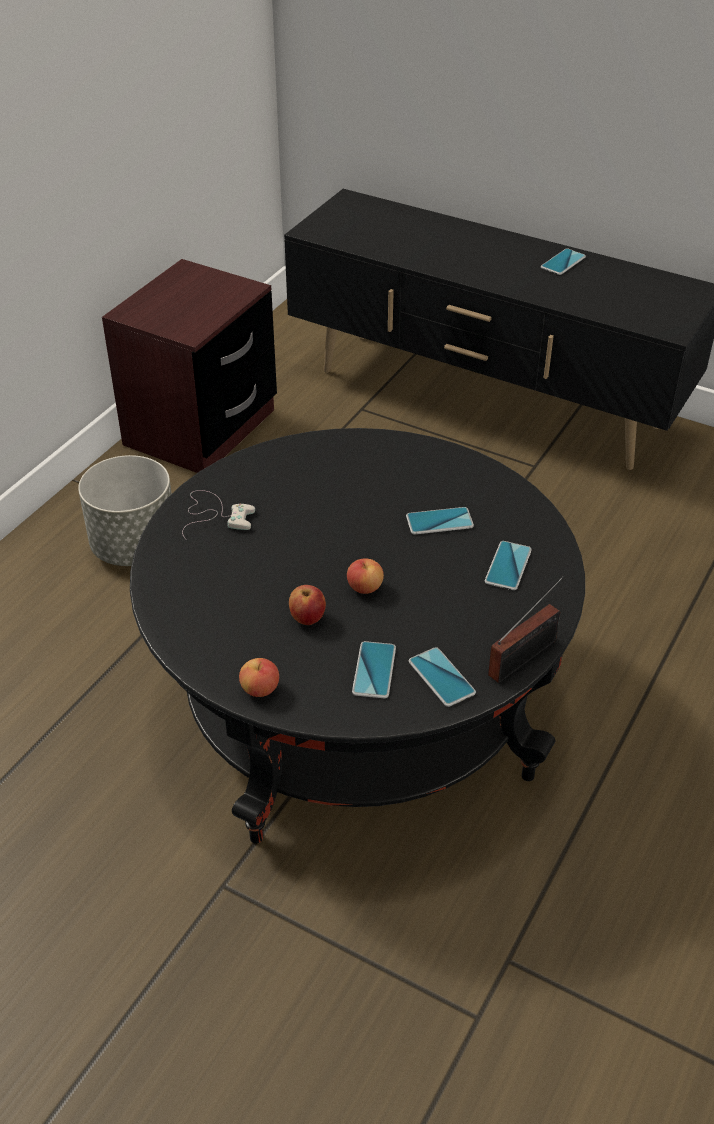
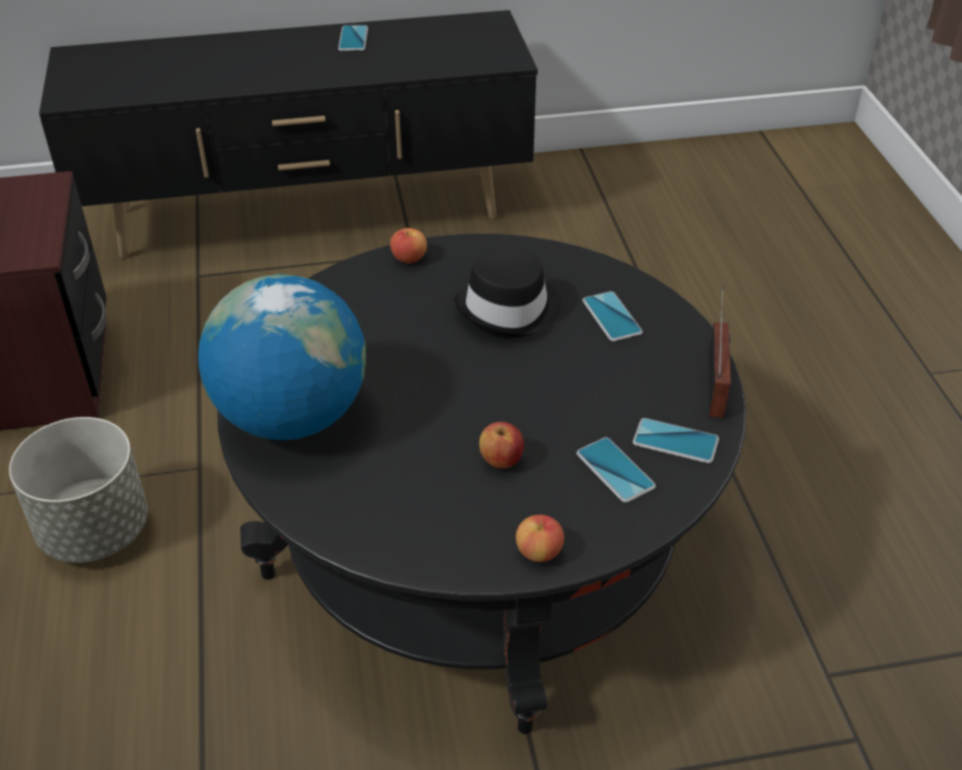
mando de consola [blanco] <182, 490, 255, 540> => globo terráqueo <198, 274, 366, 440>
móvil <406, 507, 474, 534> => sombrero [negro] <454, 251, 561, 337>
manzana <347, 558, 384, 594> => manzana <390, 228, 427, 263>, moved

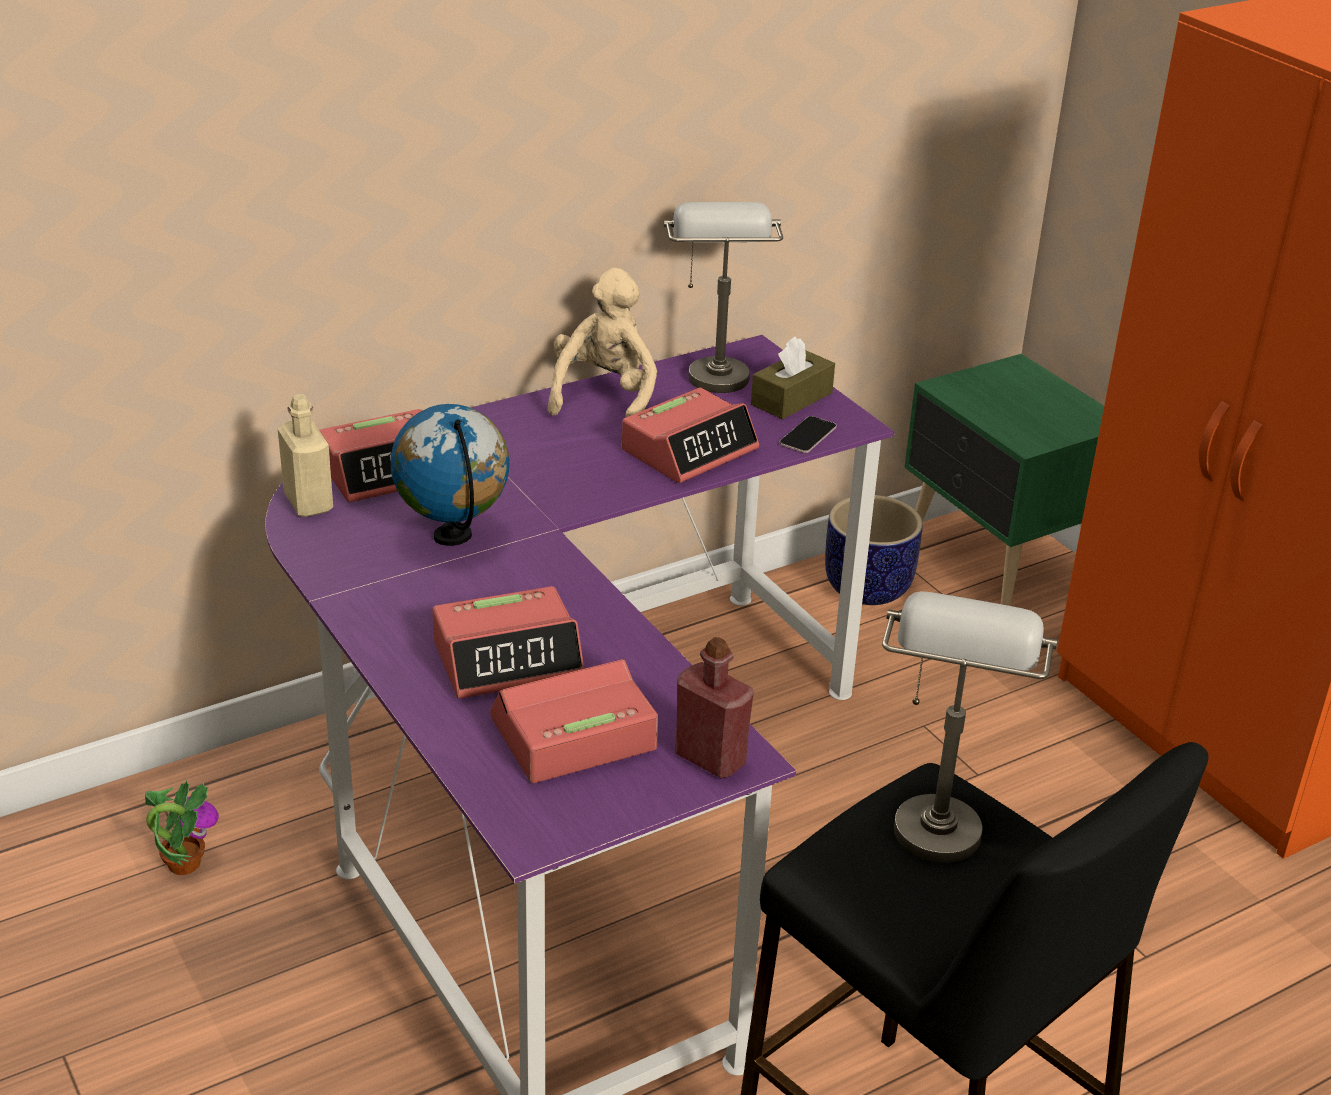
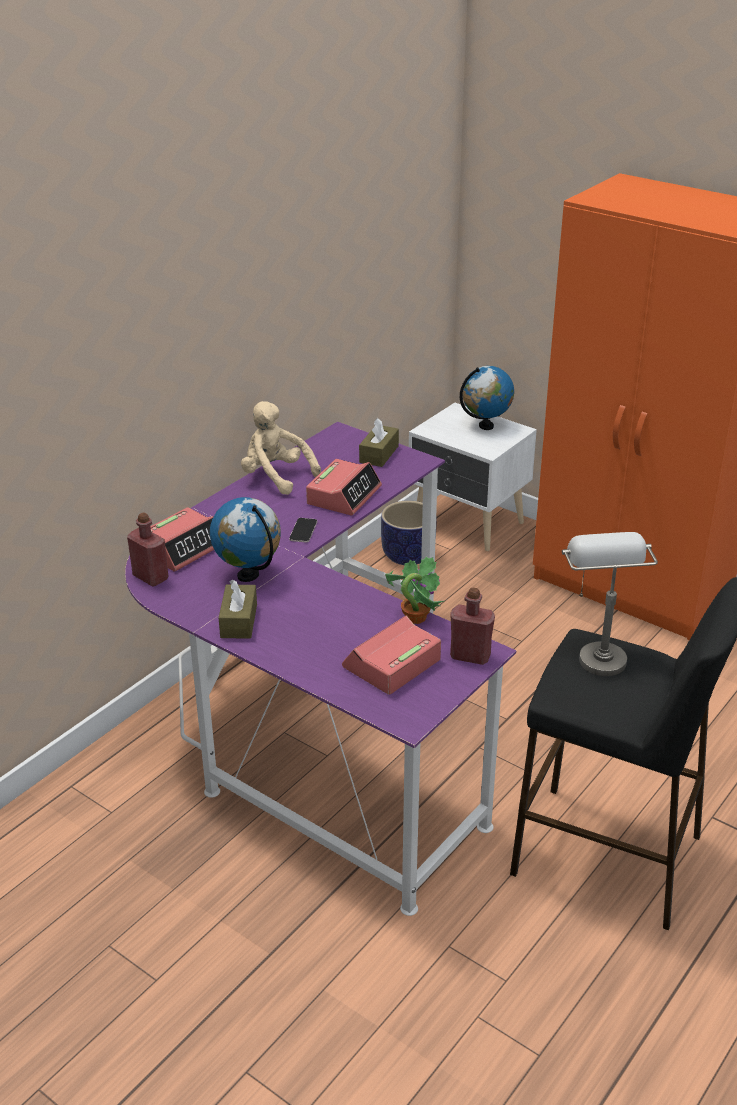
lámpara de mesa [gris] <664, 202, 783, 393> => nothing
peluche [beis] <548, 268, 657, 418> => peluche [beis] <241, 401, 321, 495>, 45 degrees counterclockwise
mesita de noche [verde] <904, 354, 1104, 606> => mesita de noche [blanco] <409, 403, 537, 551>
botella [beis] <278, 394, 333, 517> => botella [rojo] <127, 512, 168, 587>
móvil <780, 416, 837, 453> => móvil <289, 518, 317, 543>, moved
despertador <432, 586, 584, 699> => nothing
planta en maceta <145, 781, 219, 875> => planta en maceta <385, 556, 444, 624>, moved
nothing => globo terráqueo <460, 366, 514, 430>
nothing => caja de pañuelos [marrón] <219, 580, 257, 639>

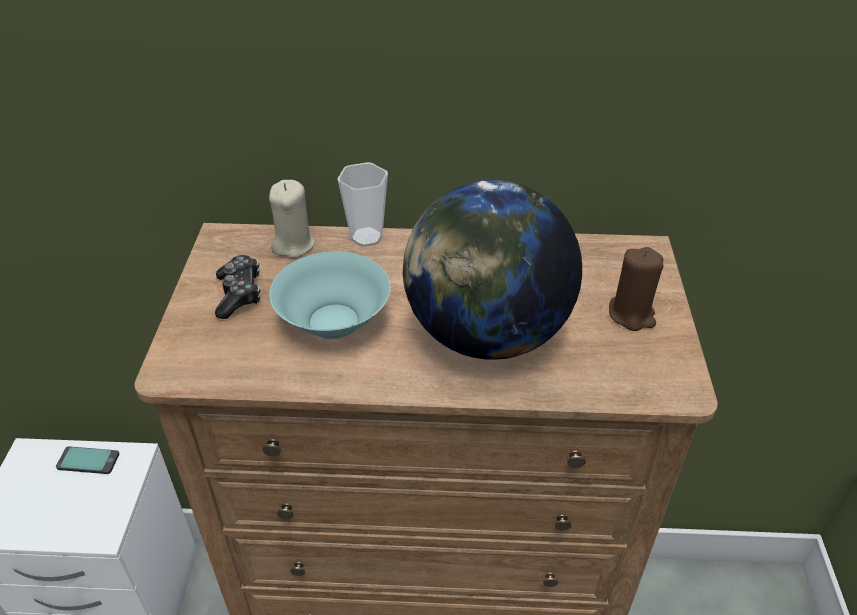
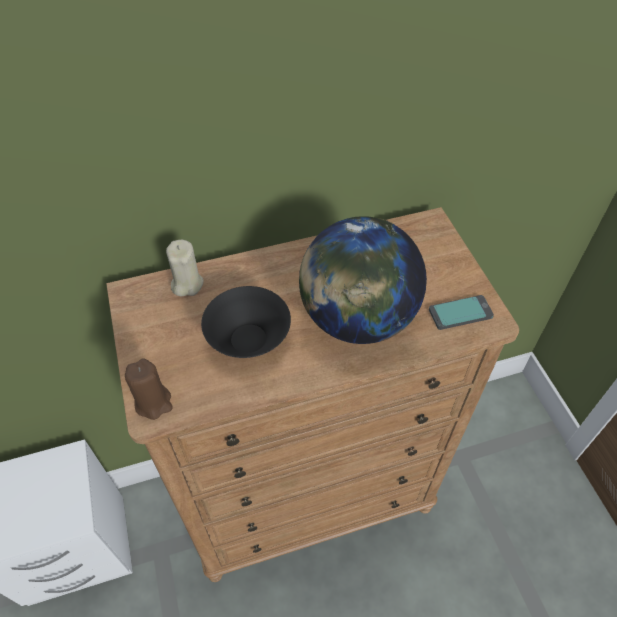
taza <337, 162, 388, 247> => nothing
vela [marrón] <609, 247, 664, 331> => vela [marrón] <125, 358, 173, 420>, moved
cuenco [turquesa] <270, 252, 391, 339> => cuenco [negro] <201, 286, 291, 358>
mando de consola <215, 255, 261, 319> => nothing
móvil <56, 446, 120, 474> => móvil <429, 295, 494, 330>, moved

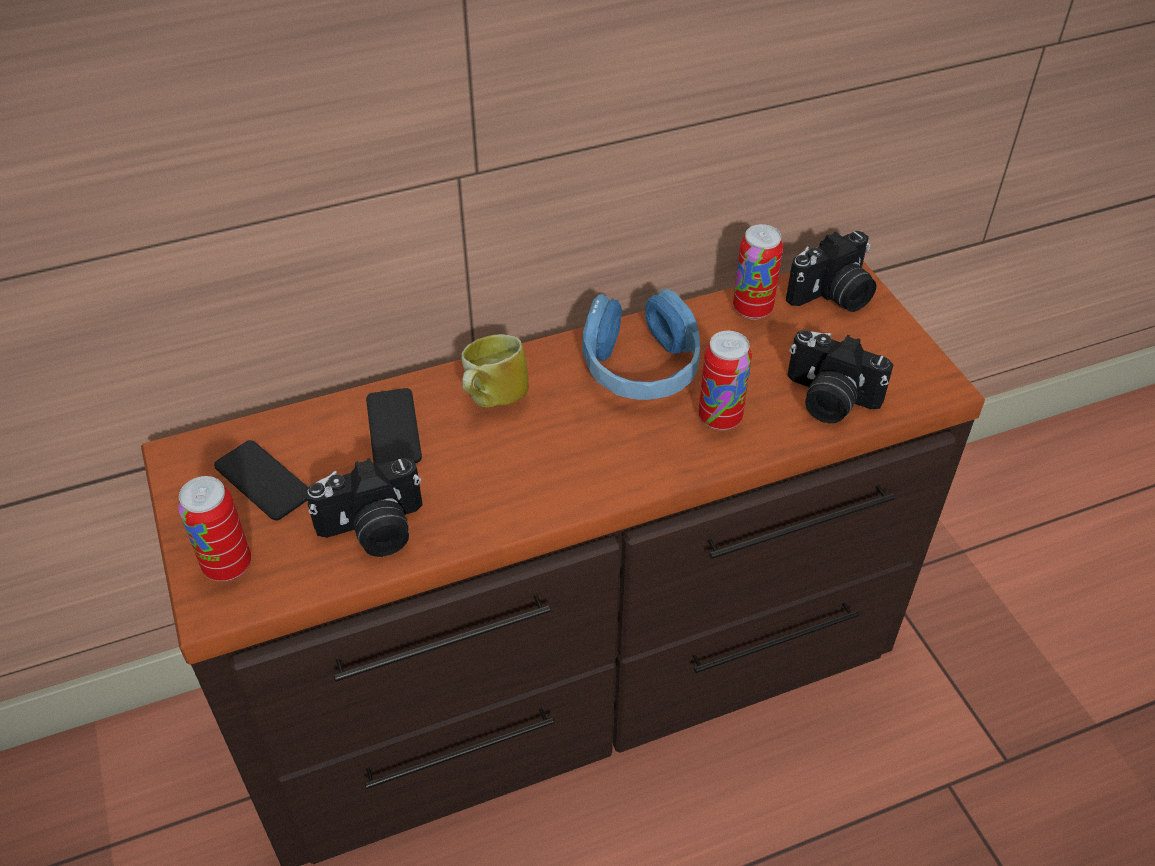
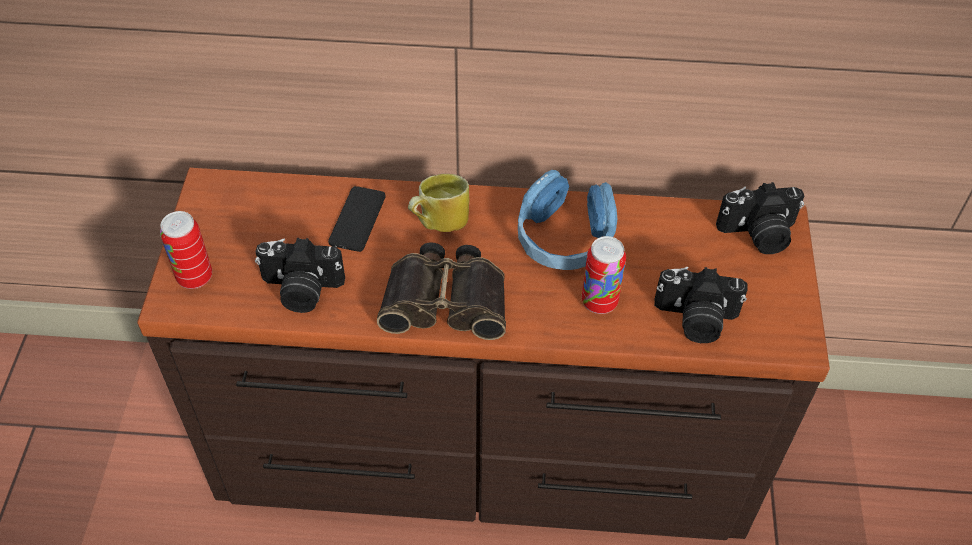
lata <733, 224, 783, 320> => nothing
cámara <787, 330, 894, 423> => cámara <654, 267, 748, 343>, 45 degrees counterclockwise
móvil <214, 440, 308, 521> => nothing
nothing => prismáticos <377, 242, 506, 340>

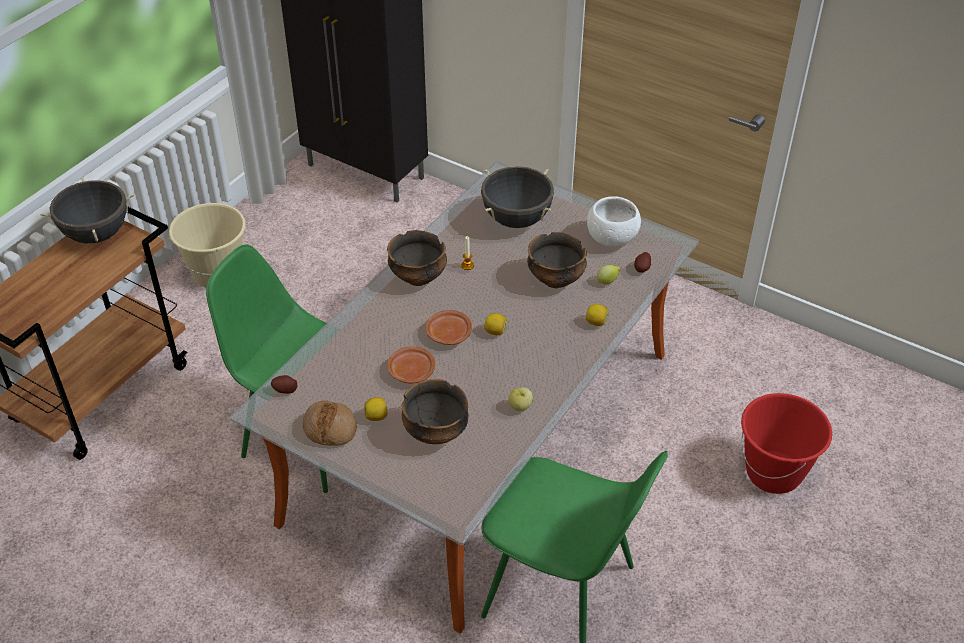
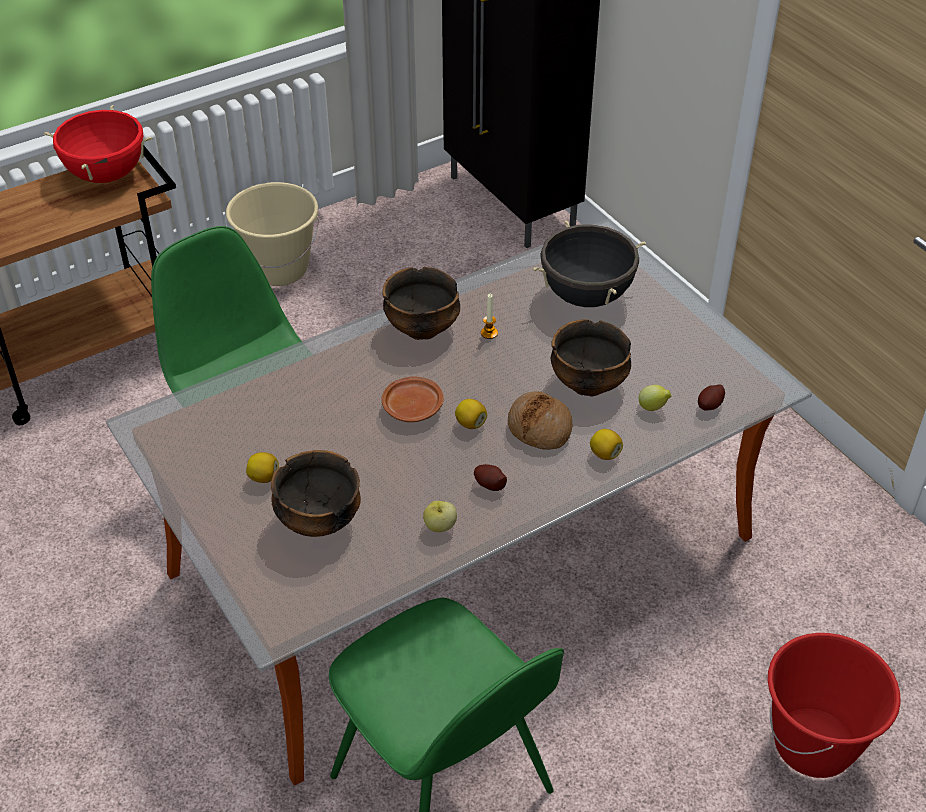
olla [negro] <40, 177, 135, 243> => olla [rojo] <44, 105, 152, 183>
cuenco [blanco] <587, 196, 641, 247> => nothing
plato [marrón] <387, 346, 435, 383> => nothing
patata <271, 375, 297, 394> => patata <474, 464, 507, 491>, moved
pan <303, 400, 357, 446> => pan <508, 391, 572, 450>, moved

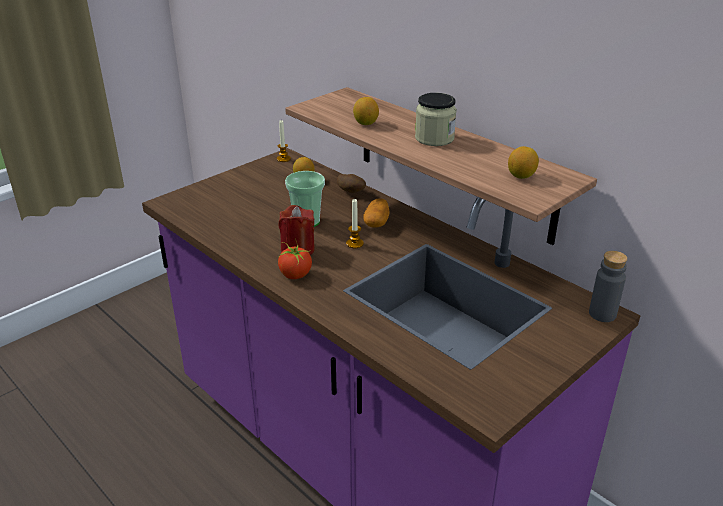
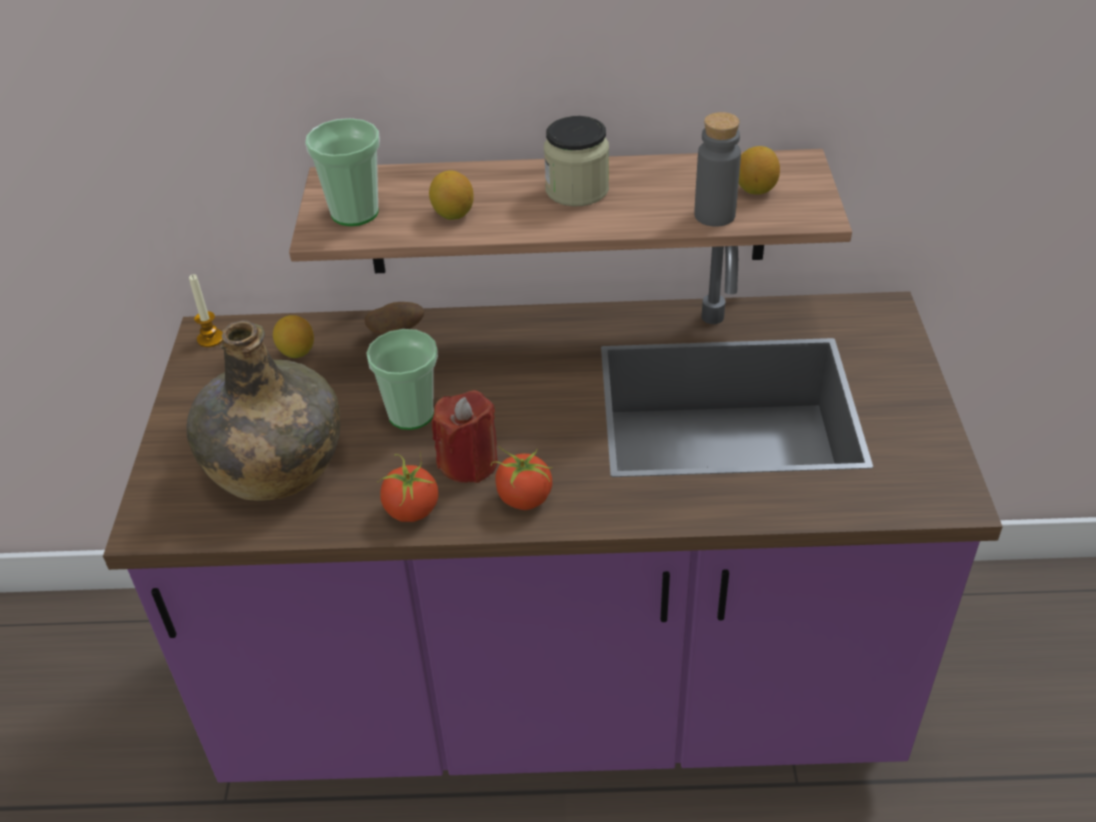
vela <346, 199, 364, 249> => nothing
patata <363, 199, 390, 228> => nothing
botella [gris] <589, 251, 628, 322> => botella [gris] <694, 112, 741, 227>, moved
nothing => taza <305, 118, 380, 226>
nothing => botella [verde] <186, 320, 340, 501>
nothing => tomate <379, 452, 438, 522>

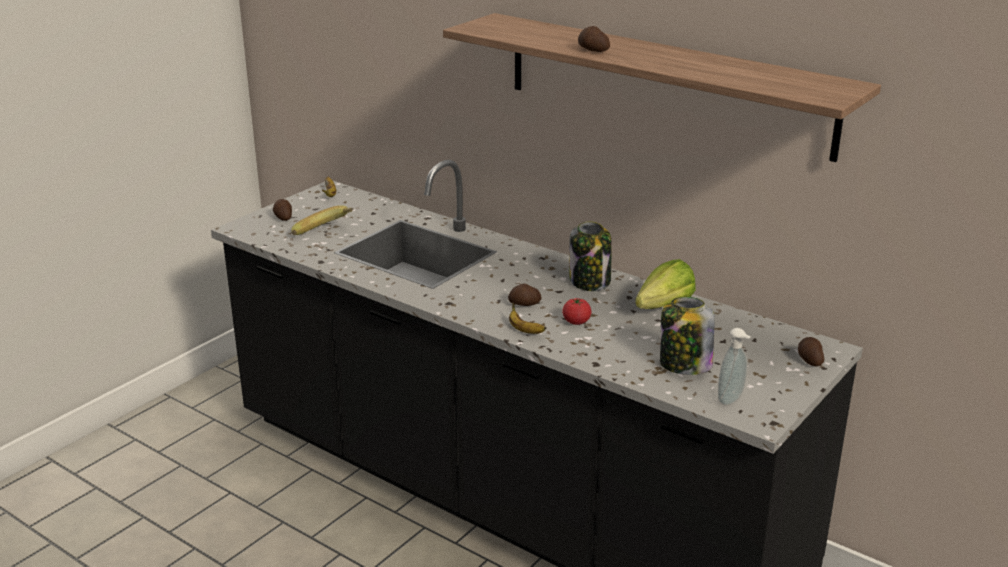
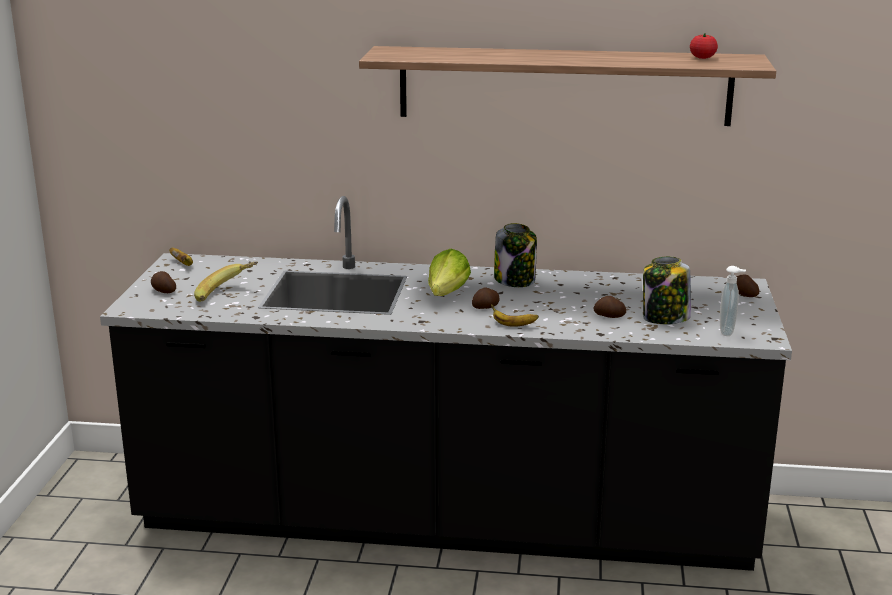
patata <578, 26, 610, 52> => patata <594, 296, 626, 318>, moved
lechuga <635, 259, 695, 309> => lechuga <428, 249, 471, 296>, moved
tomate <562, 298, 591, 325> => tomate <690, 33, 718, 59>, moved

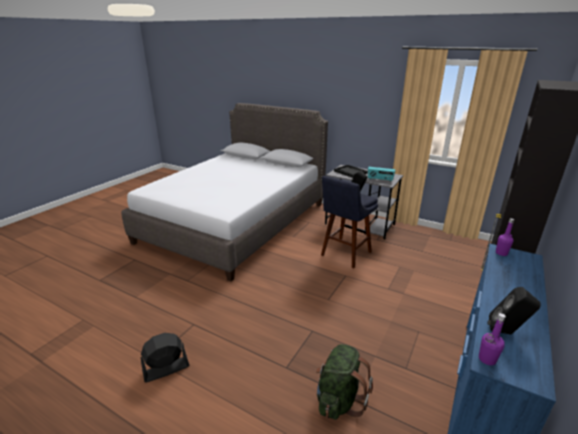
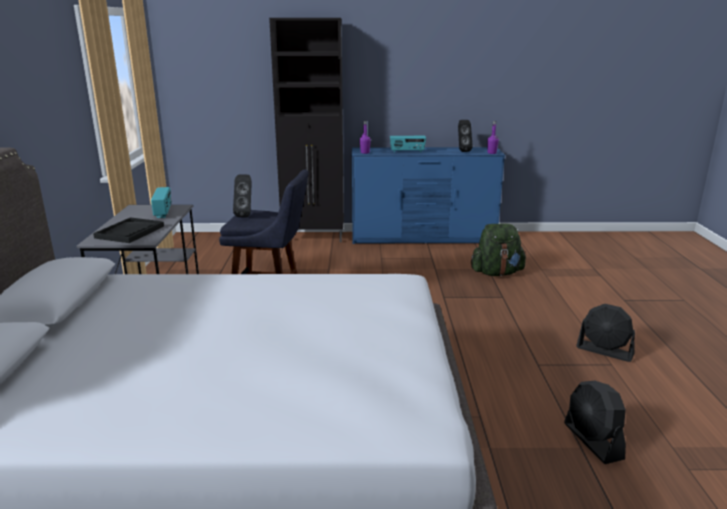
nothing => radio <390, 136, 426, 153>
nothing => ventilador [negro] <564, 380, 626, 464>

